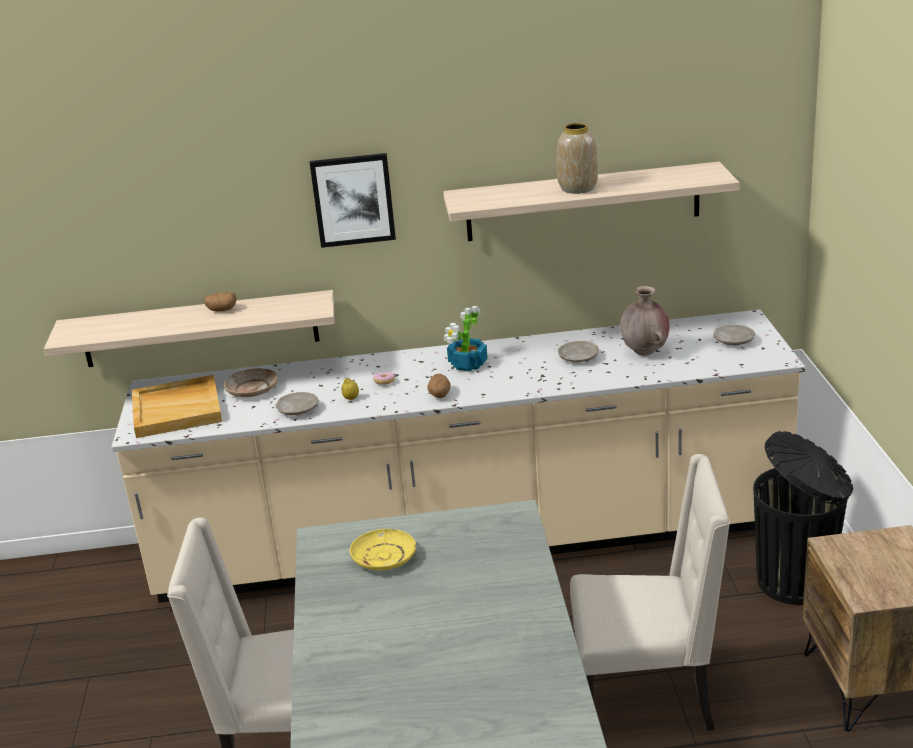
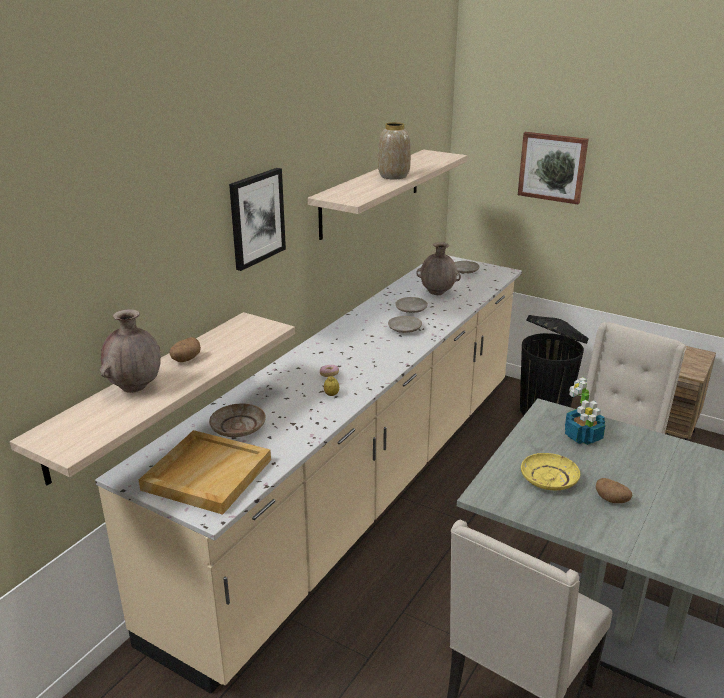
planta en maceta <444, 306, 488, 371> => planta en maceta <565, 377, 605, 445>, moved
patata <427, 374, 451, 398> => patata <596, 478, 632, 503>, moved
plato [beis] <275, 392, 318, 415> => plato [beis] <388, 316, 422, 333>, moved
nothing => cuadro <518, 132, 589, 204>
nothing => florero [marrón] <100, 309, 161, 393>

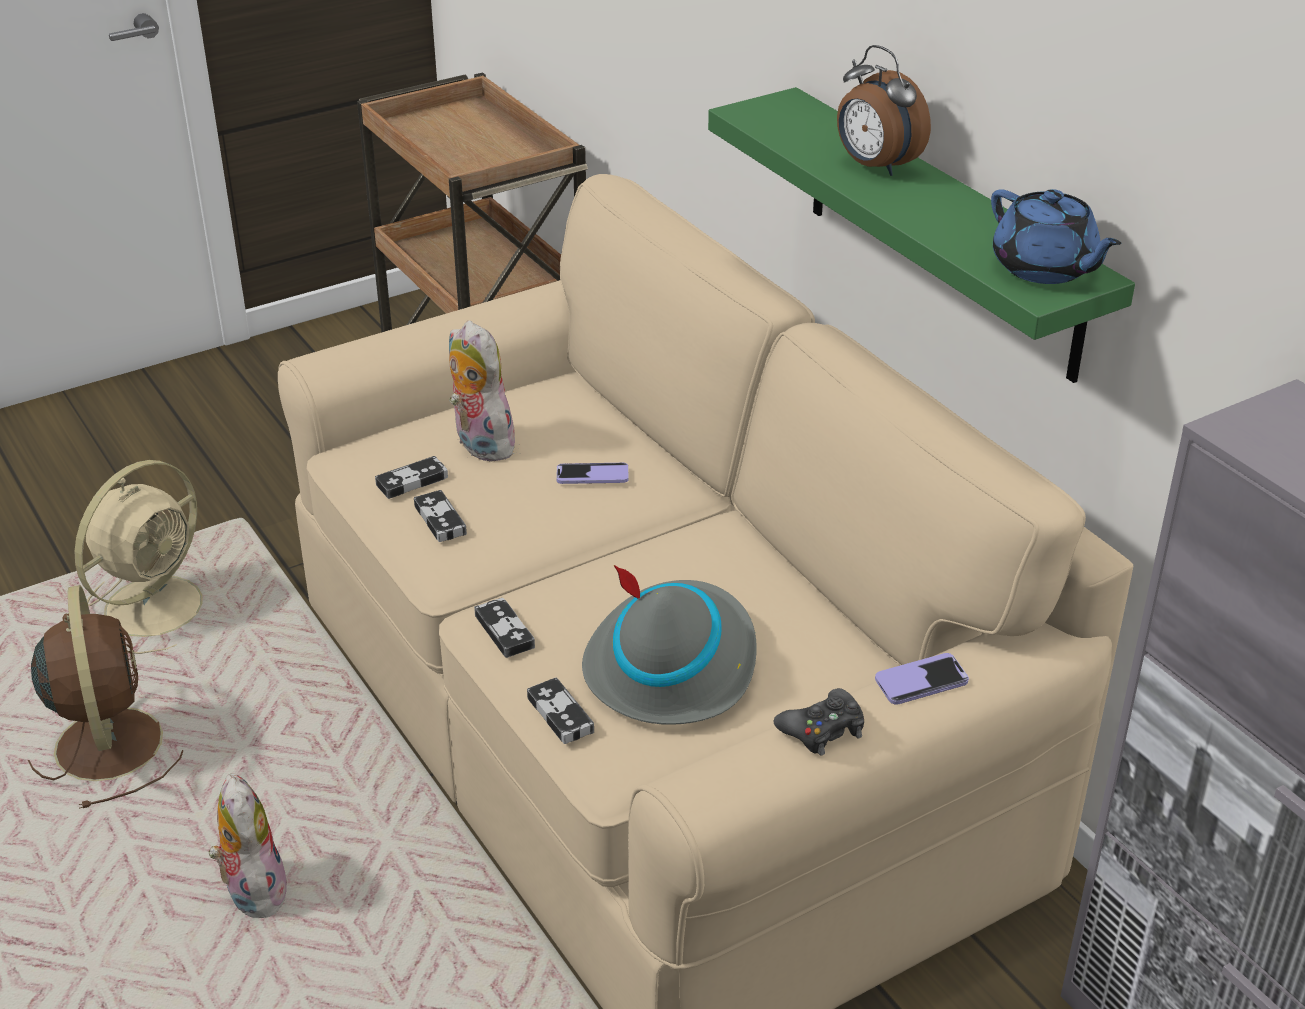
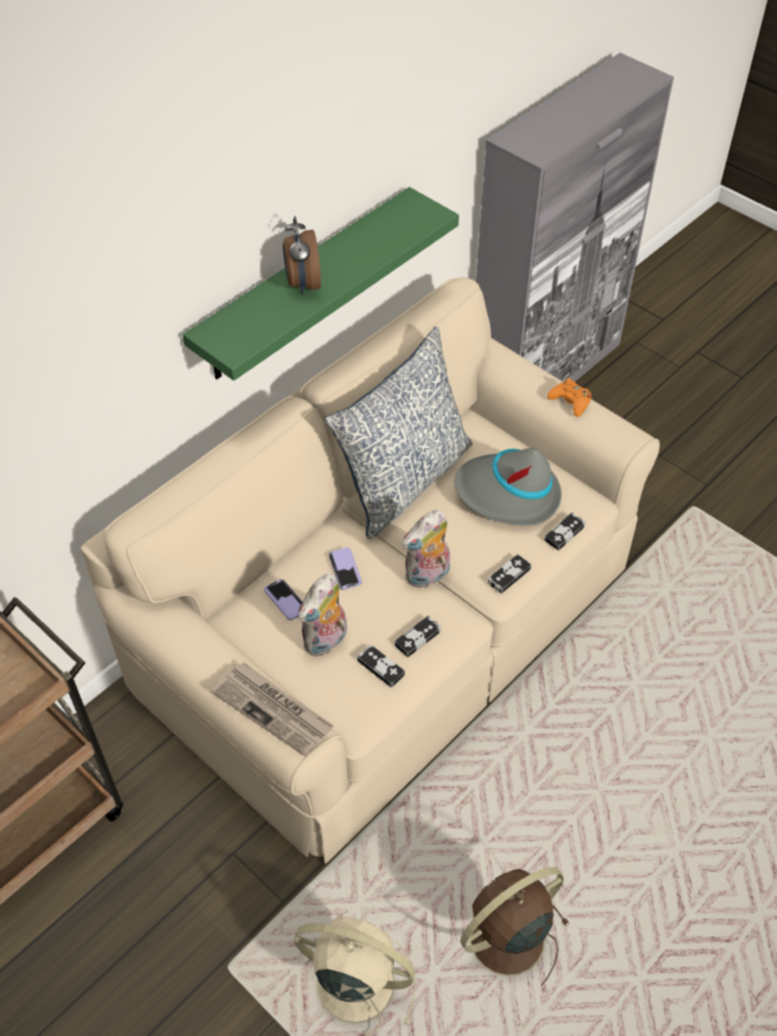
despertador <837, 45, 931, 176> => despertador <283, 216, 321, 295>, 135 degrees clockwise
tetera [azul] <991, 189, 1121, 284> => nothing
móvil <875, 653, 969, 705> => móvil <264, 579, 302, 620>, moved
mando de consola [negro] <774, 688, 864, 756> => mando de consola [naranja] <547, 378, 591, 417>
peluche <208, 773, 287, 918> => peluche <402, 510, 450, 588>, moved
nothing => cojín <325, 326, 473, 539>
nothing => periódico <211, 662, 334, 757>

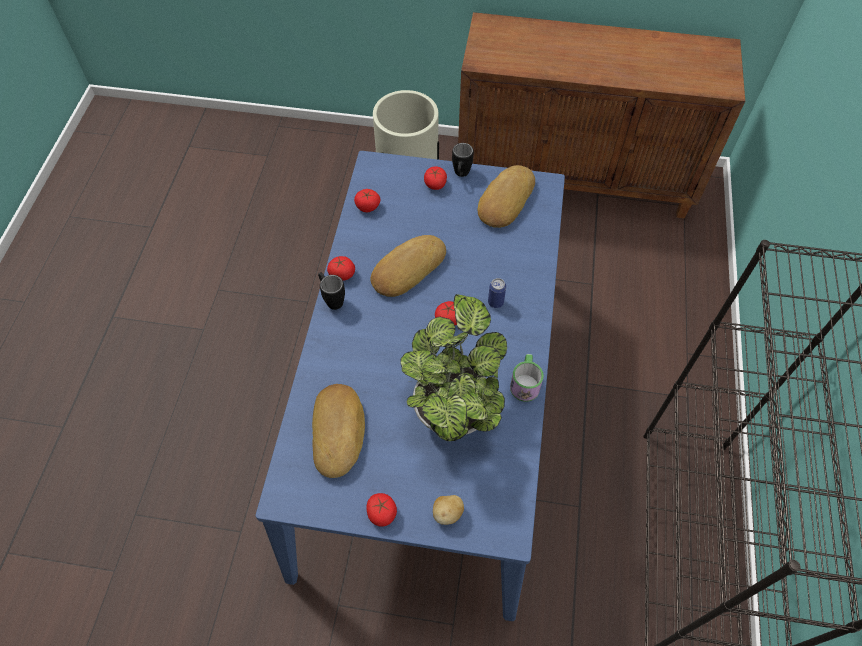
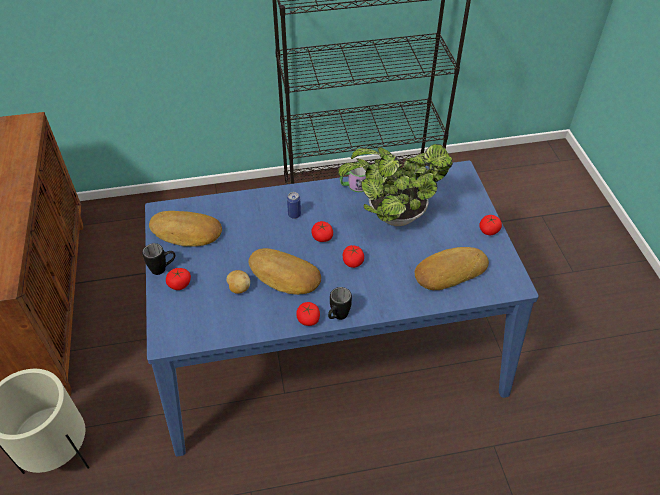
tomate <354, 189, 381, 212> => tomate <343, 245, 364, 268>, moved
patata <433, 495, 464, 525> => patata <226, 270, 250, 294>, moved

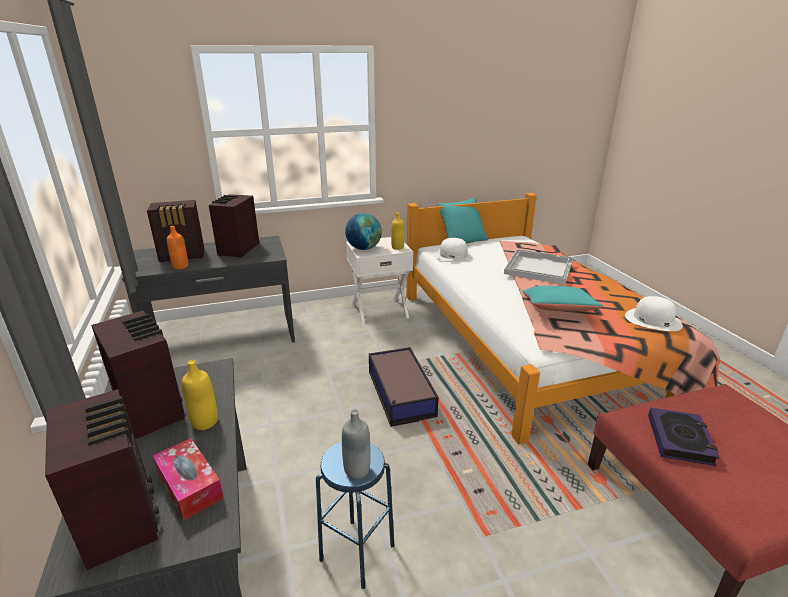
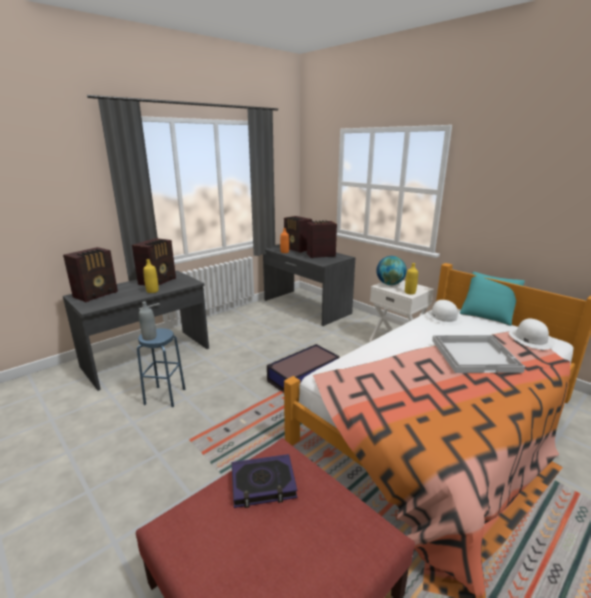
cojín [turquesa] <522, 286, 603, 312> => nothing
sombrero [blanco] <625, 296, 683, 331> => sombrero [blanco] <509, 319, 555, 350>, moved
caja de pañuelos <153, 438, 224, 520> => nothing

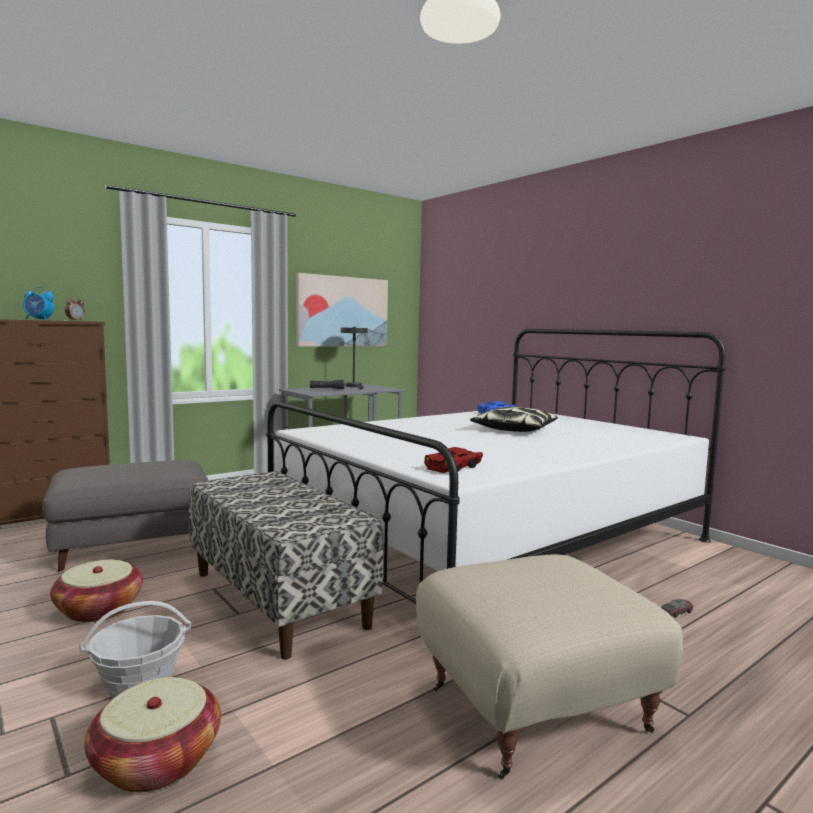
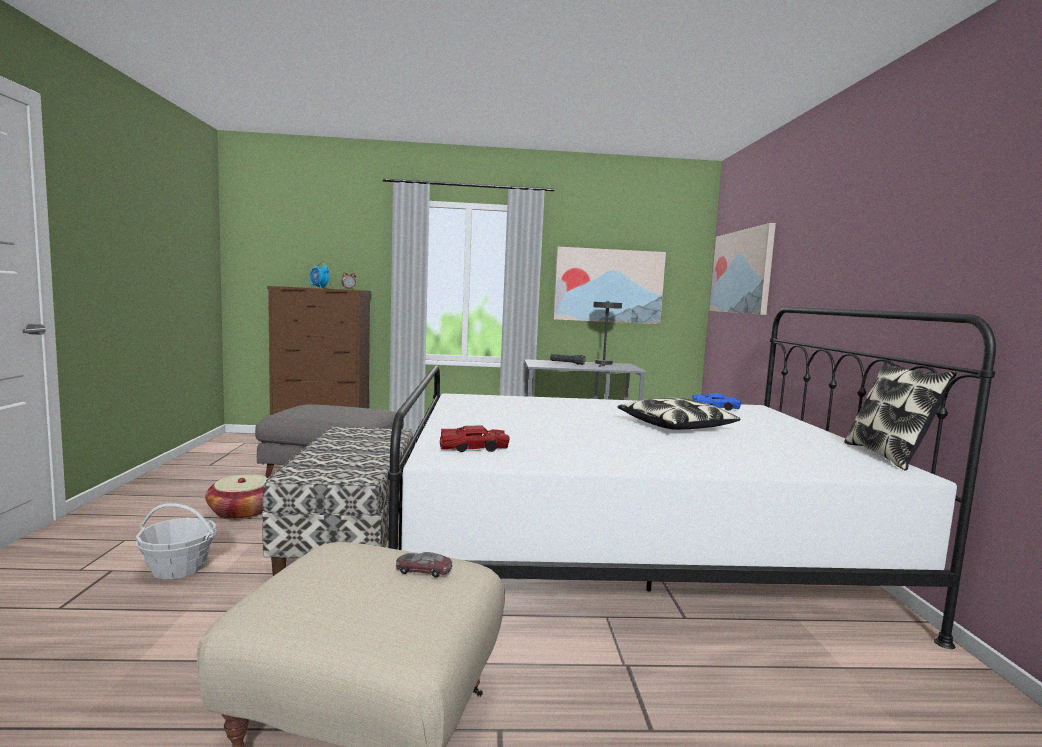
coche de juguete <661, 599, 693, 618> => coche de juguete <396, 552, 452, 577>, moved
cesta <84, 677, 221, 792> => nothing
nothing => cuadro <709, 223, 776, 315>
nothing => cojín <844, 361, 957, 471>

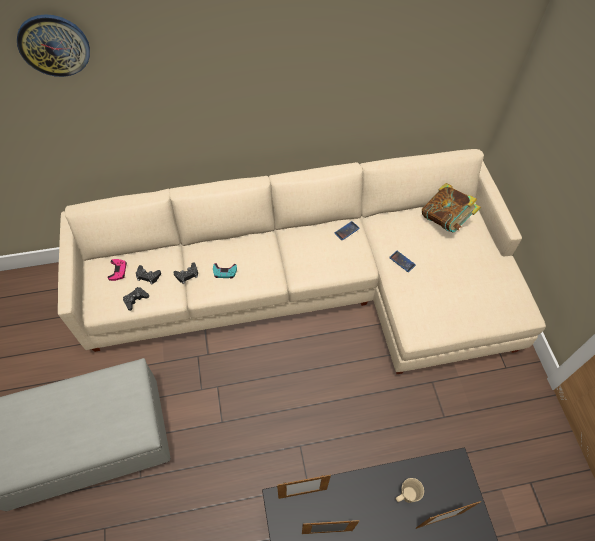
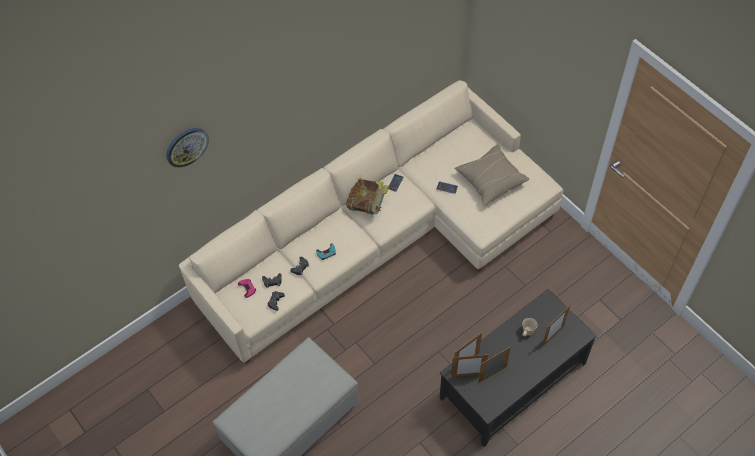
libro <422, 183, 481, 233> => libro <346, 177, 389, 214>, moved
nothing => cojín [beis] <454, 144, 530, 205>
nothing => portarretratos <451, 354, 488, 377>

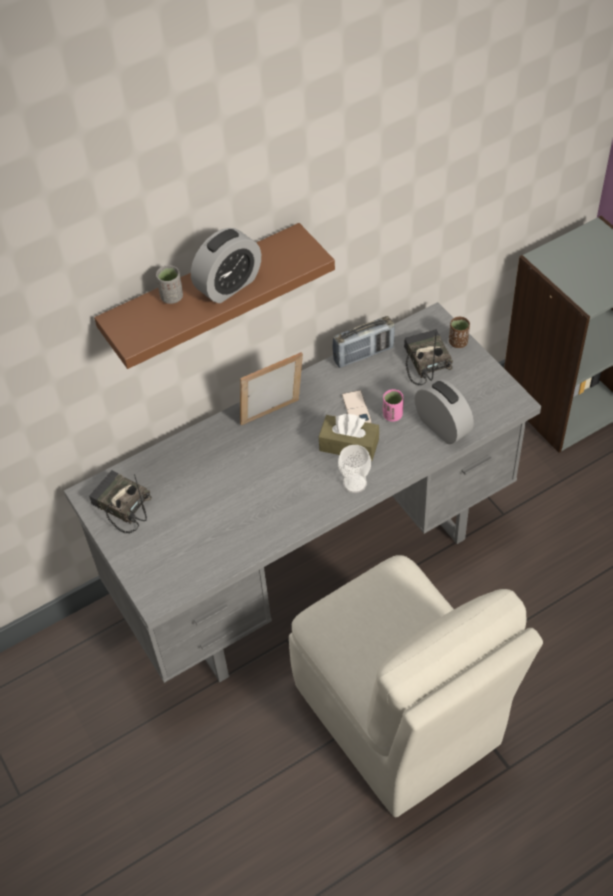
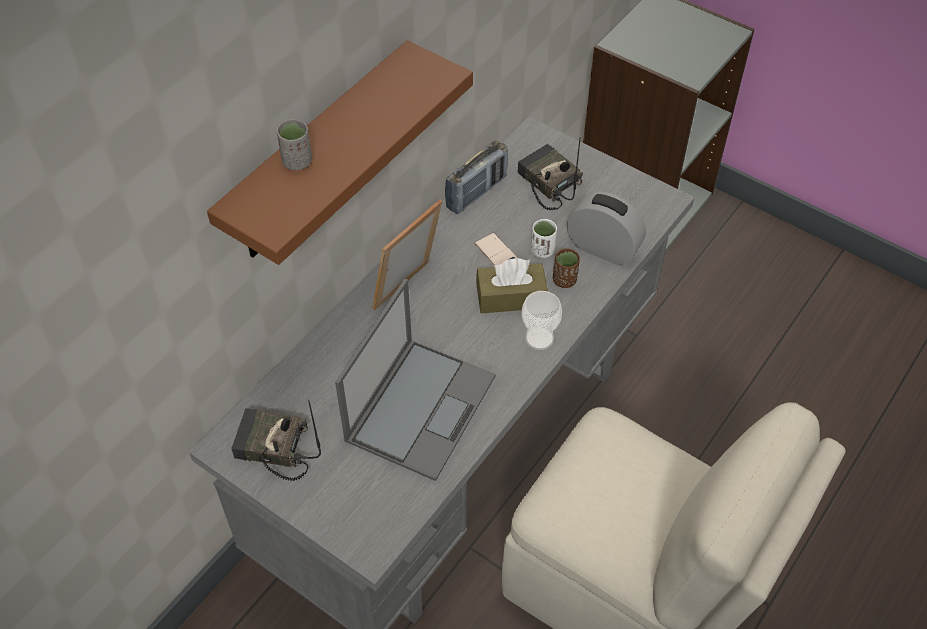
despertador <191, 228, 261, 303> => nothing
taza [marrón] <449, 317, 470, 348> => taza [marrón] <553, 248, 580, 288>, moved
taza [rosa] <383, 389, 404, 422> => taza [blanco] <531, 219, 557, 258>
nothing => portátil <335, 278, 496, 481>

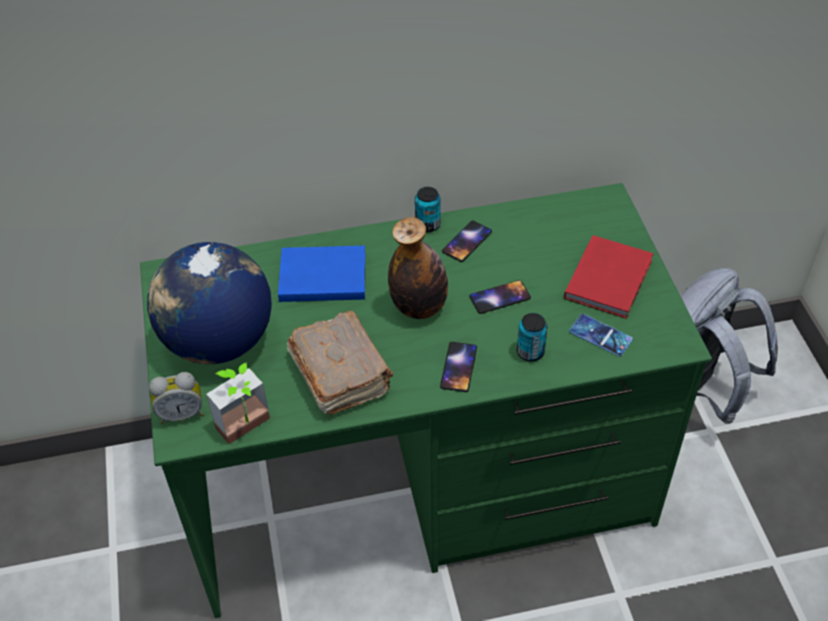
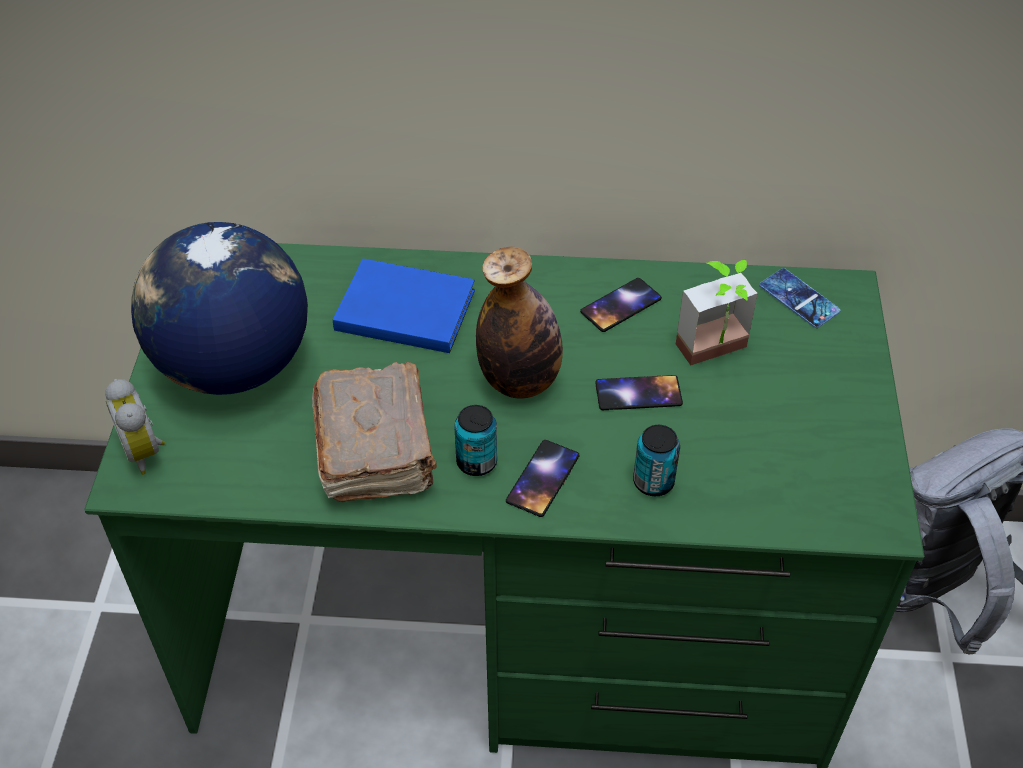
lata <415, 187, 441, 233> => lata <454, 405, 497, 476>, moved
libro [rojo] <564, 235, 654, 319> => nothing
móvil <569, 314, 633, 357> => móvil <759, 268, 841, 328>, moved
planta en maceta <206, 363, 270, 444> => planta en maceta <676, 260, 758, 366>, moved
despertador <149, 372, 203, 424> => despertador <105, 379, 165, 475>, 60 degrees clockwise

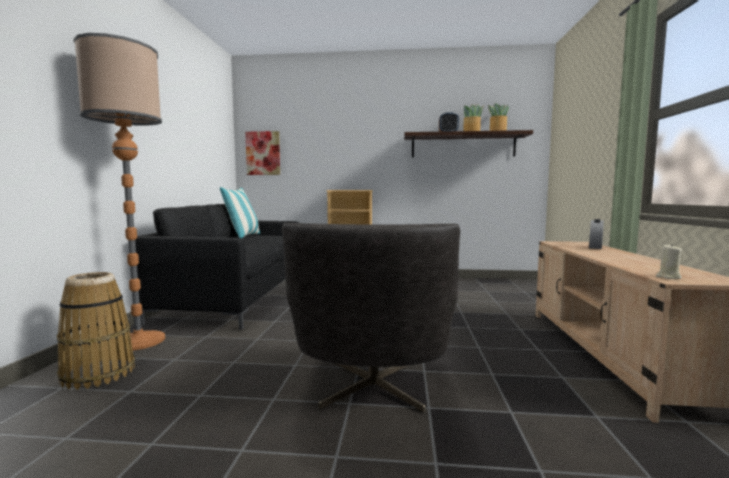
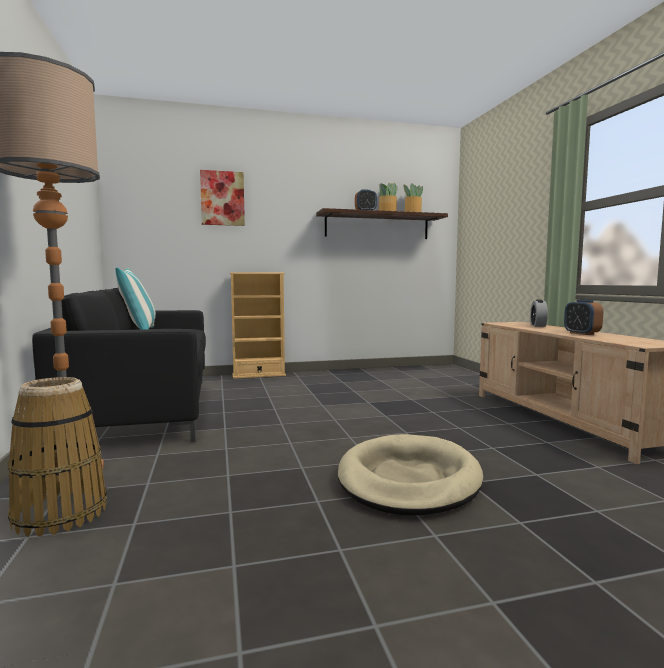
cuadro <245, 131, 280, 175> => cuadro <200, 170, 245, 226>, moved
sillón [gris] <282, 223, 460, 413> => cama para perro [beis] <338, 434, 483, 516>
vela [beis] <656, 244, 682, 279> => nothing
nothing => despertador <564, 300, 603, 335>

